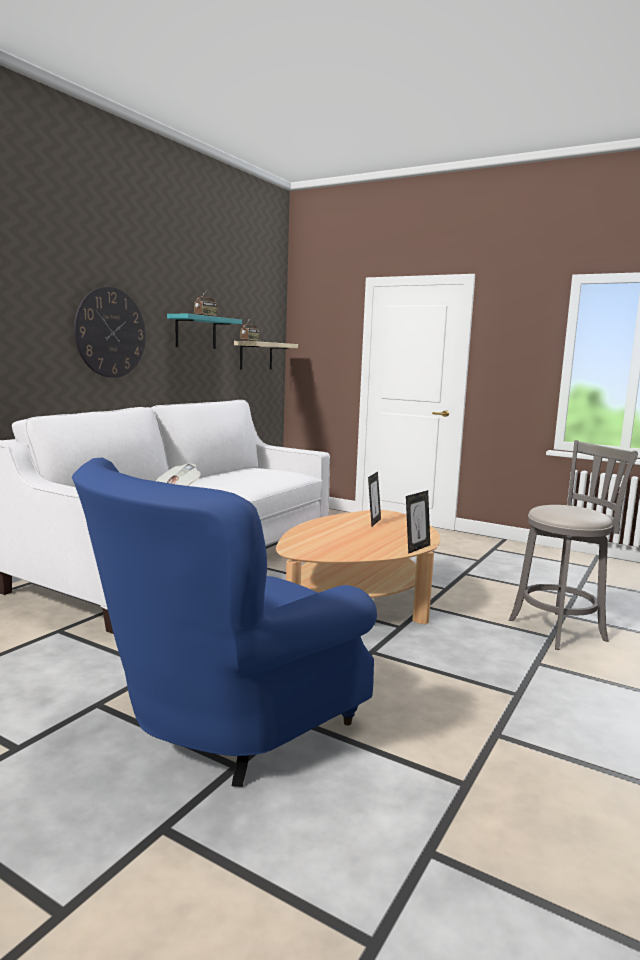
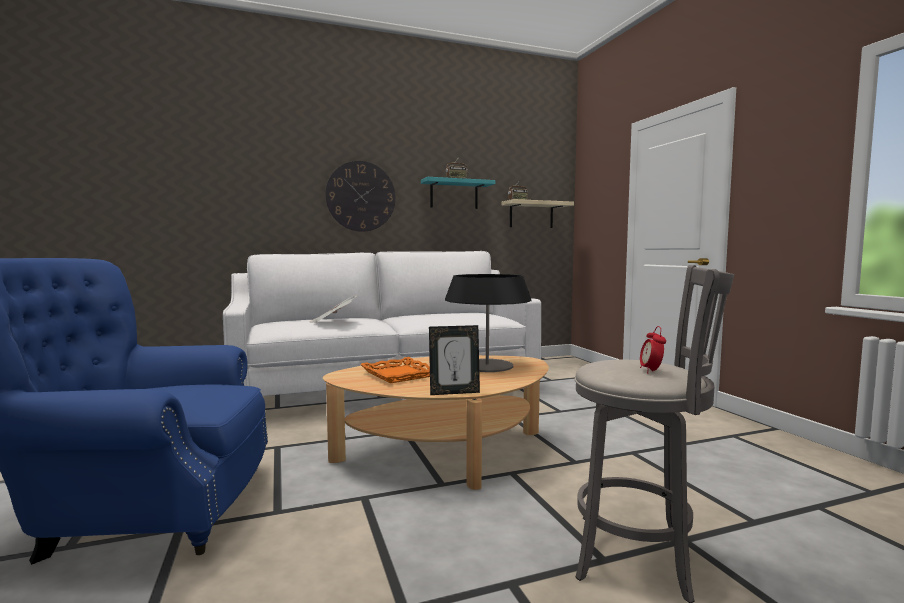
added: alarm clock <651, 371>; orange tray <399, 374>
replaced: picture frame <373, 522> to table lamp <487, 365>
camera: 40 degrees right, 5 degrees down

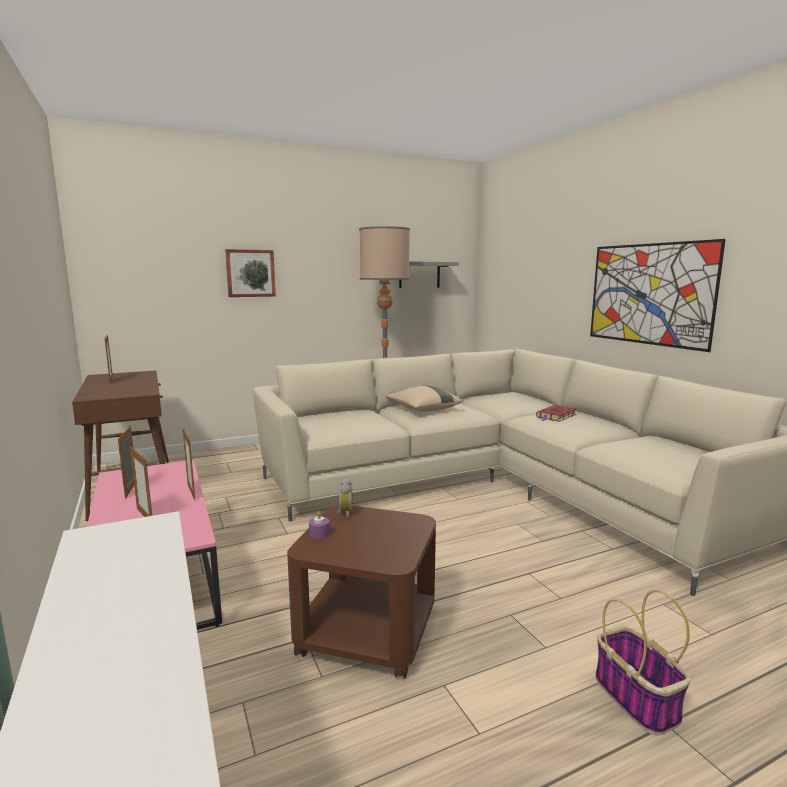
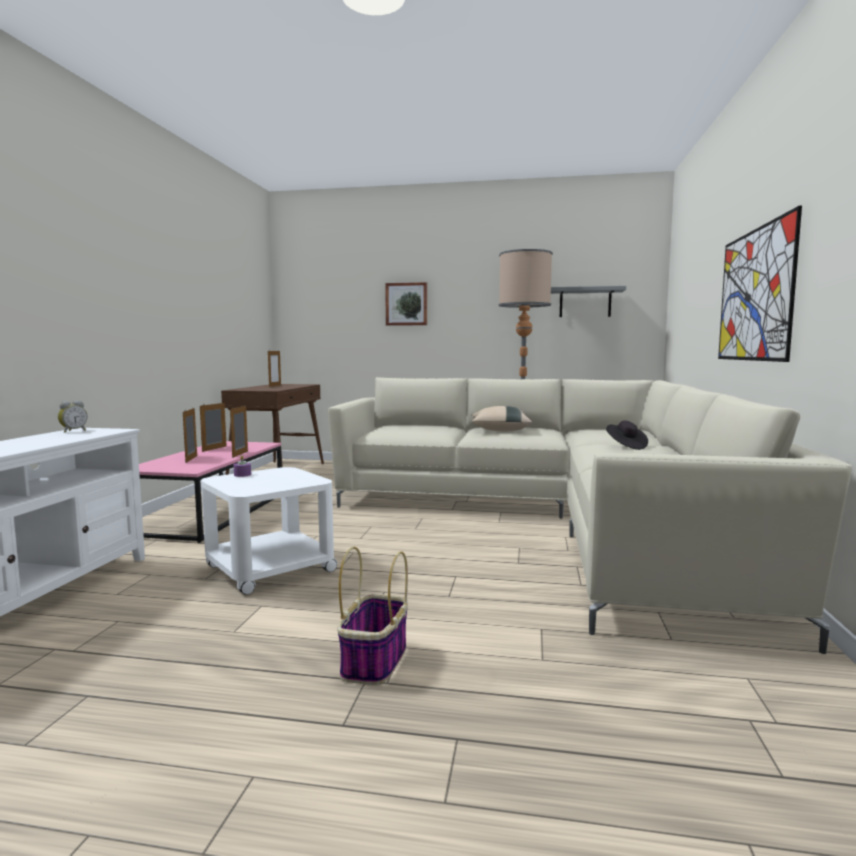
moved: alarm clock <344, 513> to <73, 431>
replaced: red book <556, 416> to black hat <625, 446>
recoloured: brown side table <367, 632> to white side table <269, 569>
camera: 35 degrees right, 5 degrees down

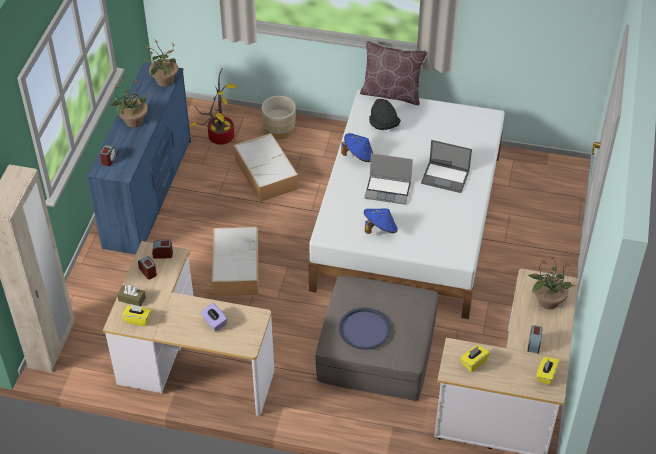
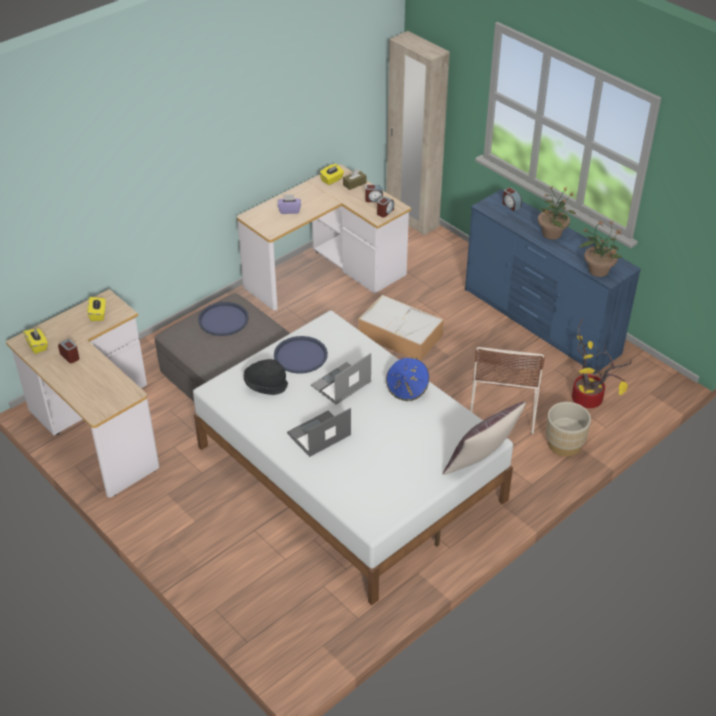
removed: potted plant <548, 301>
moved: black hat <384, 124> to <265, 385>
replaced: storage box <266, 174> to brown chair <503, 405>; blue hat <379, 229> to blue tray <300, 355>
camera: 125 degrees right, 5 degrees down

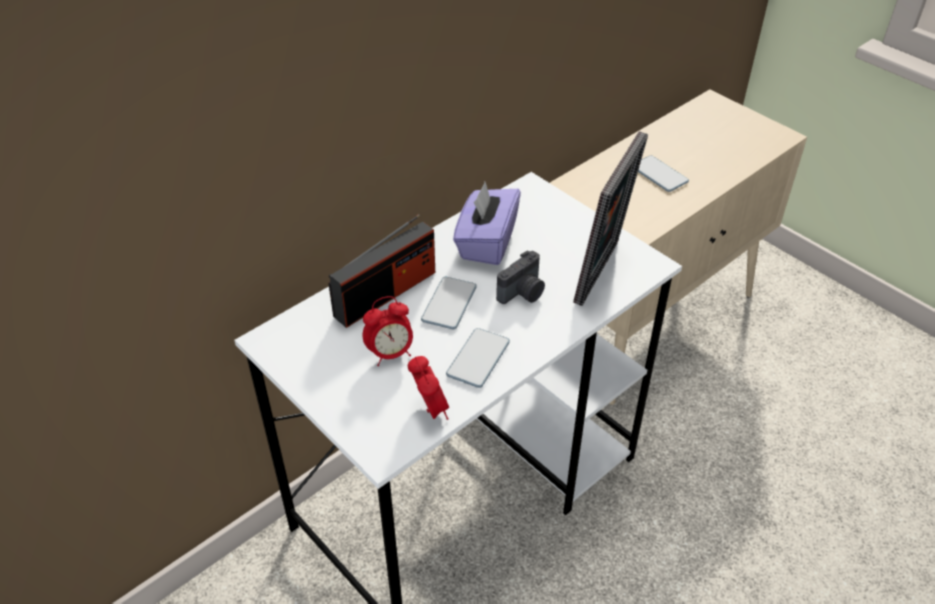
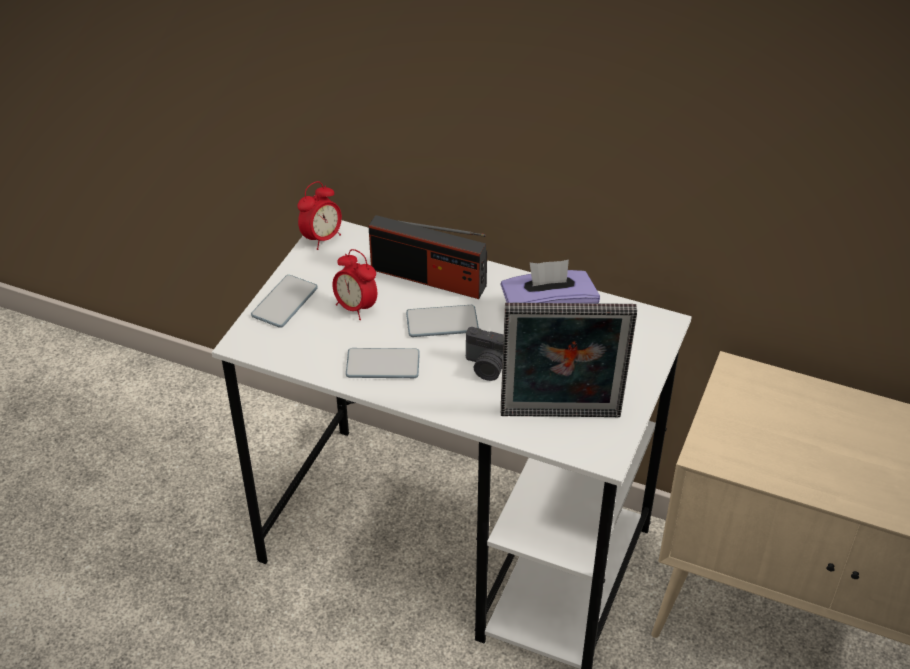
moved: phone <659, 175> to <284, 302>; alarm clock <430, 410> to <322, 238>
camera: 65 degrees right, 0 degrees up

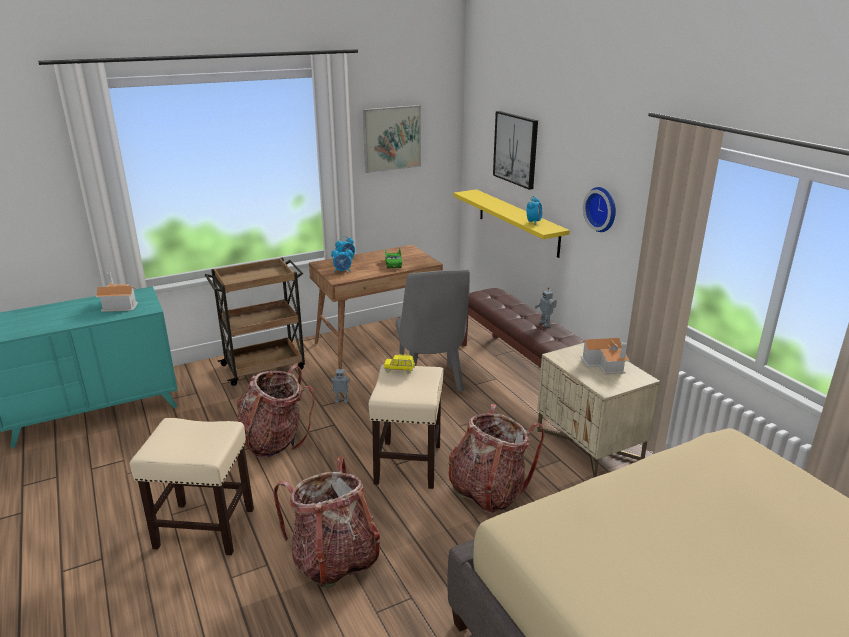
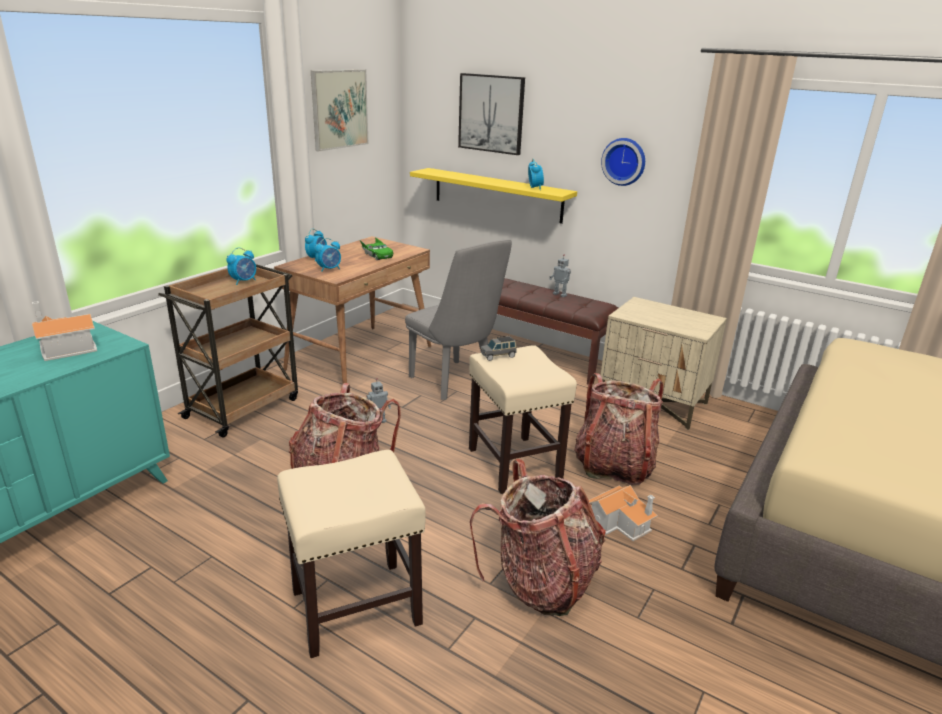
added: alarm clock <244, 281>
moved: toy house <605, 364> to <620, 522>
recoloured: yellow toy car <399, 370> to grey toy car <498, 356>
camera: 30 degrees left, 0 degrees up

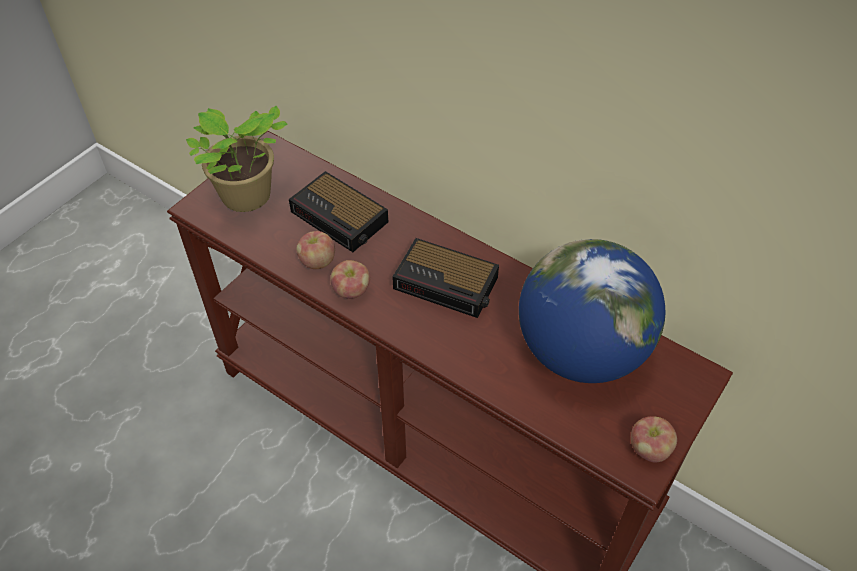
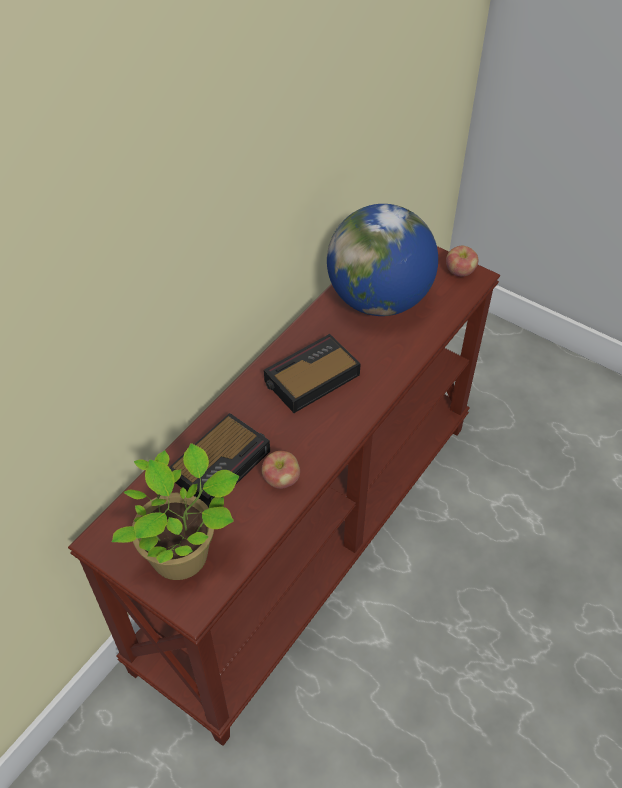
removed: apple <351, 291>
turned: alarm clock <448, 284> = <310, 379> 150 degrees counterclockwise
camera: 90 degrees left, 0 degrees up

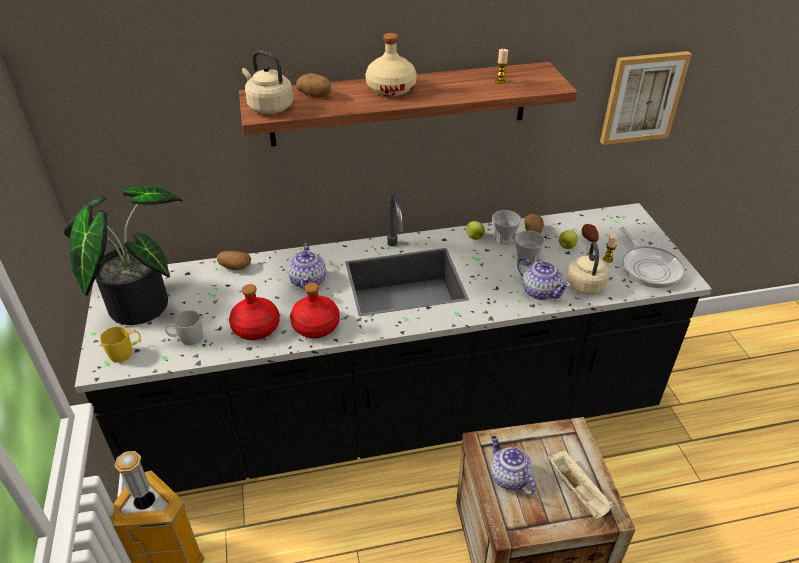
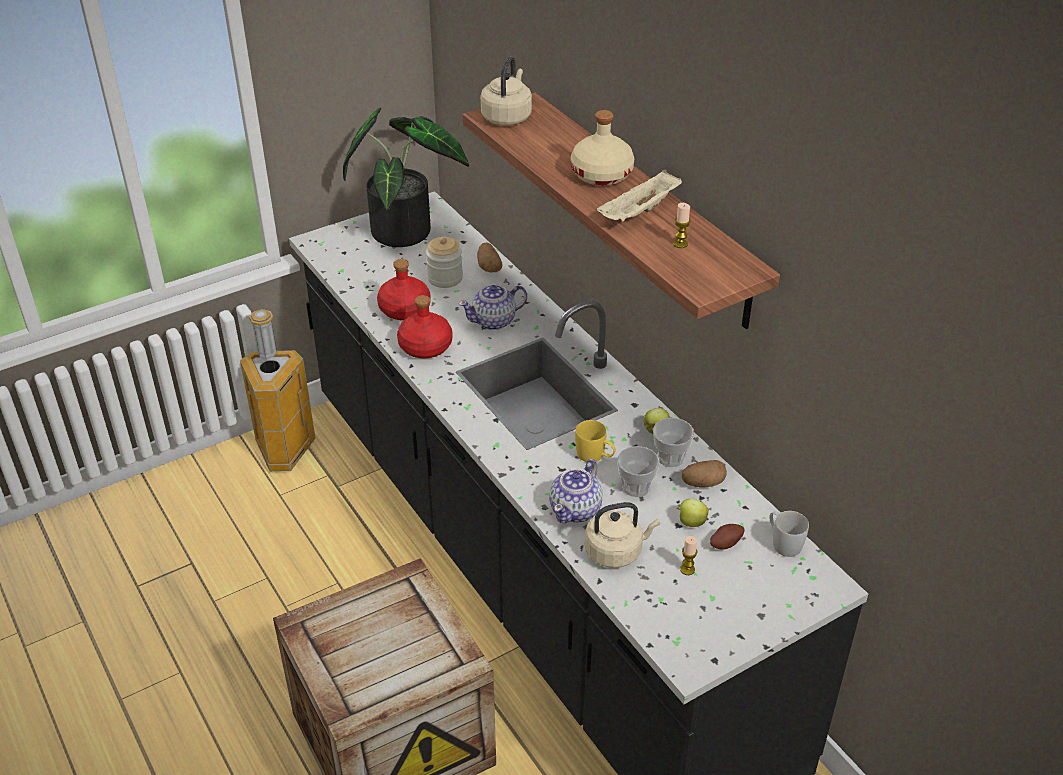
removed: picture <642, 97>; potato <315, 95>; frying pan <649, 268>; teapot <508, 477>
added: jar <445, 278>
moved: white mug <186, 338> to <783, 542>; yellow mug <126, 352> to <595, 456>; beige tray <578, 491> to <639, 212>
camera: 70 degrees right, 0 degrees up

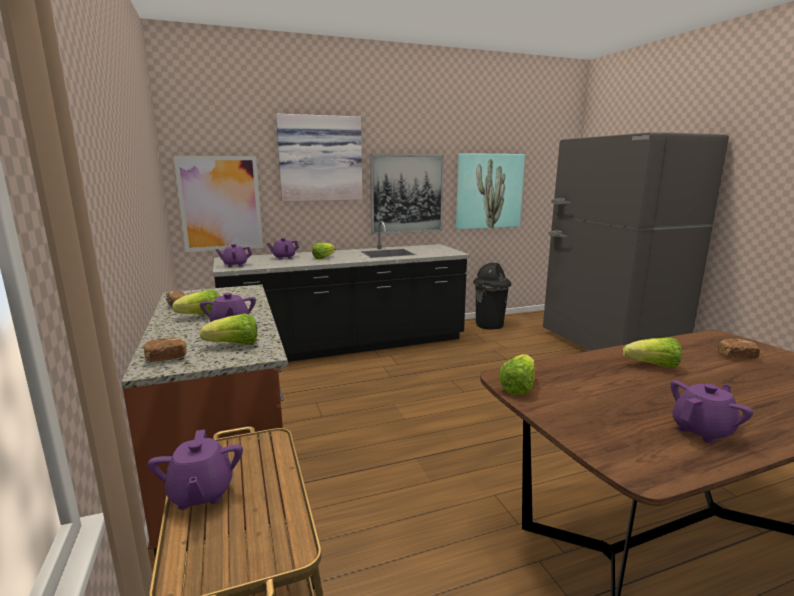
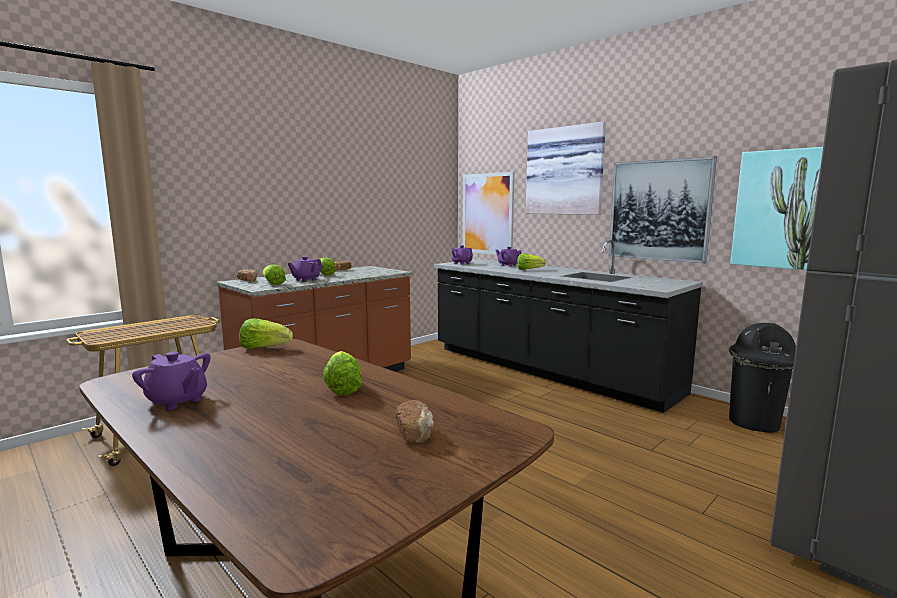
removed: purple teapot <201, 493>
camera: 65 degrees right, 5 degrees down

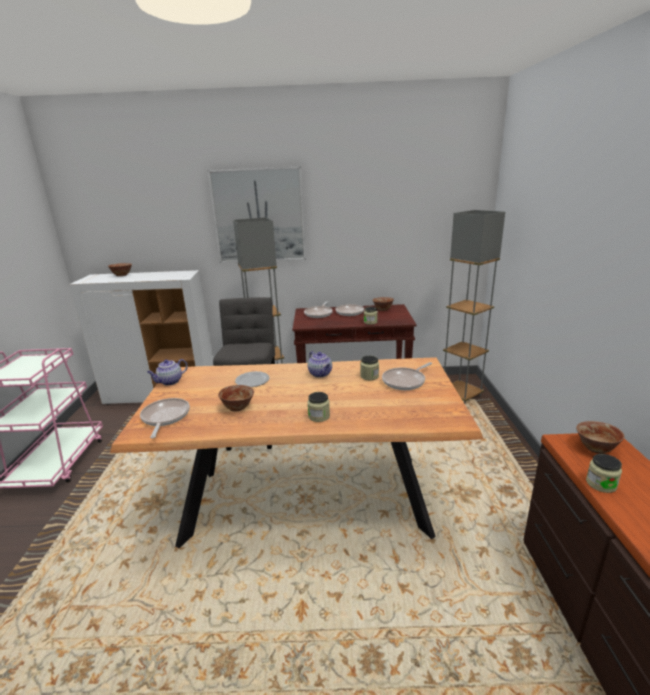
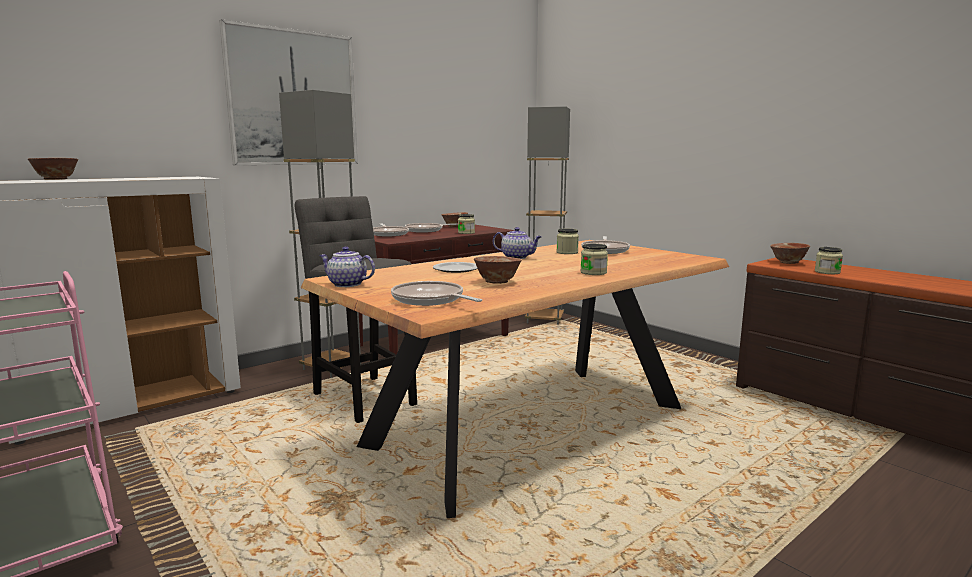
turned: teapot <170, 382> = <346, 284> 105 degrees clockwise
camera: 40 degrees left, 10 degrees down

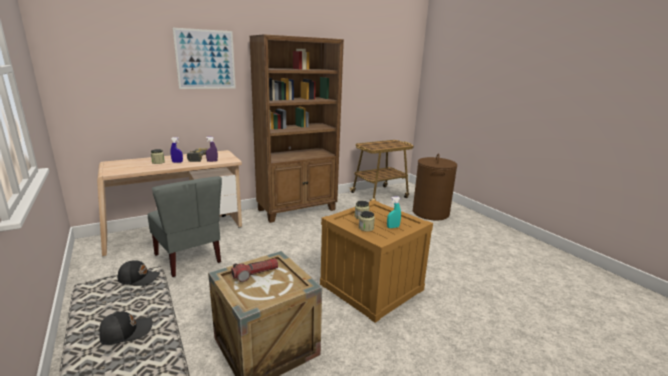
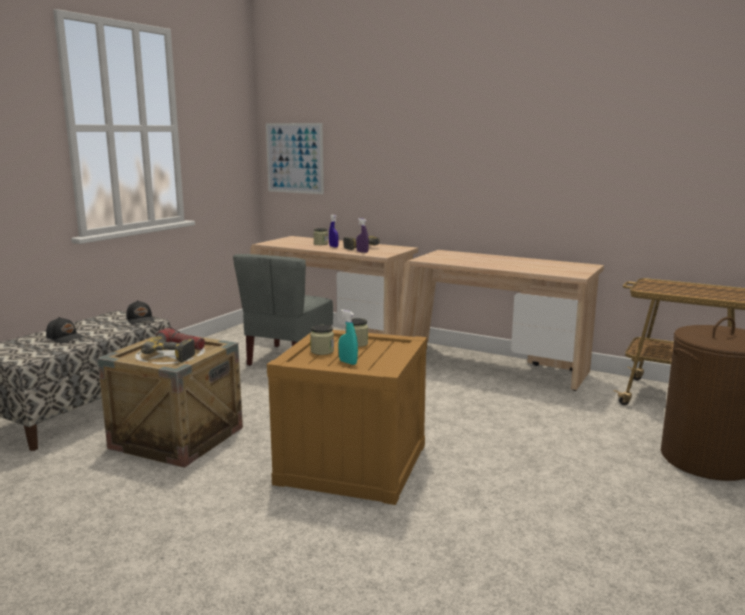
added: power drill <165, 358>
moved: picture <205, 59> to <294, 158>
replaced: brown bookcase <297, 210> to beige desk <492, 366>
camera: 60 degrees right, 5 degrees down

